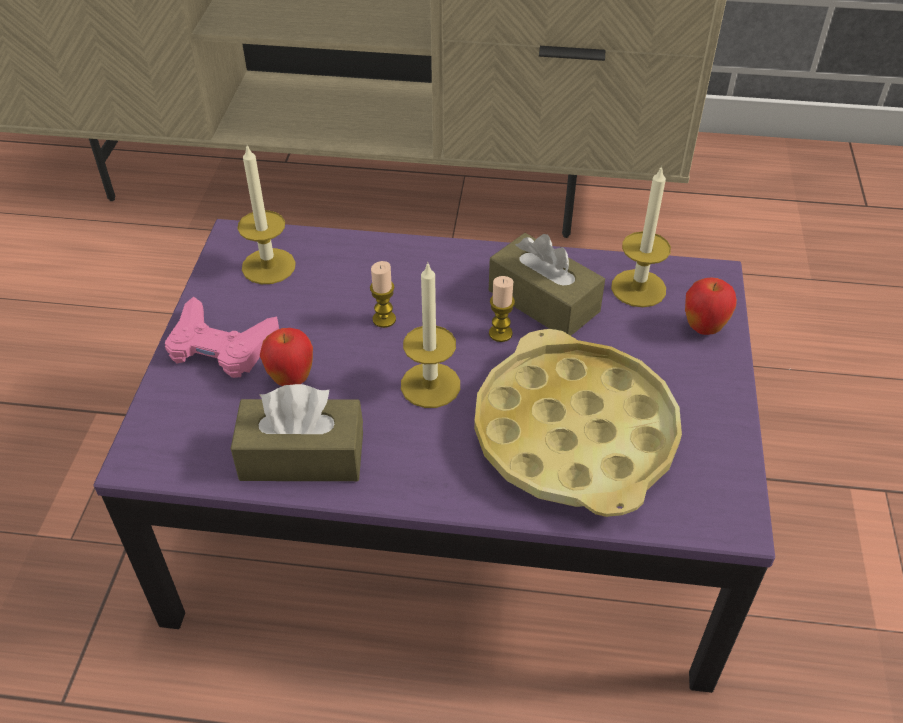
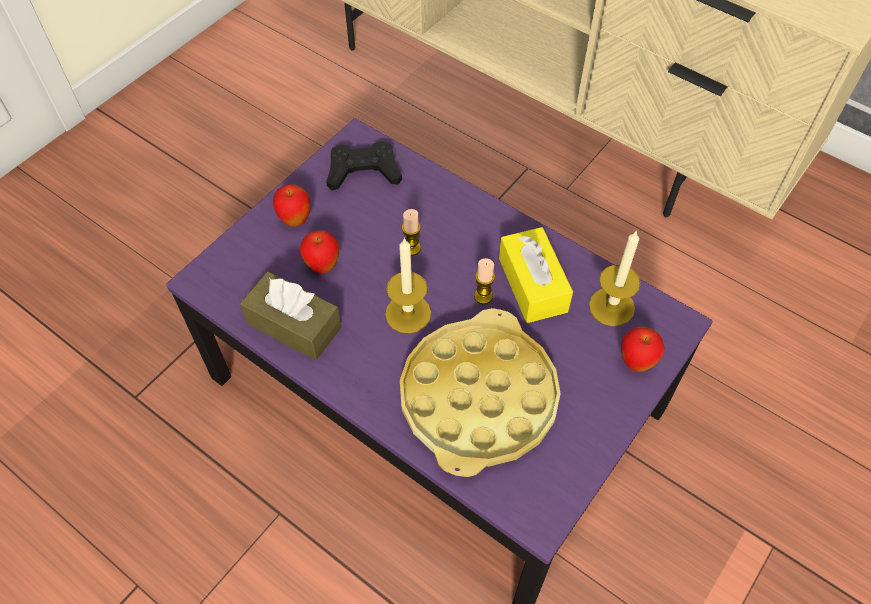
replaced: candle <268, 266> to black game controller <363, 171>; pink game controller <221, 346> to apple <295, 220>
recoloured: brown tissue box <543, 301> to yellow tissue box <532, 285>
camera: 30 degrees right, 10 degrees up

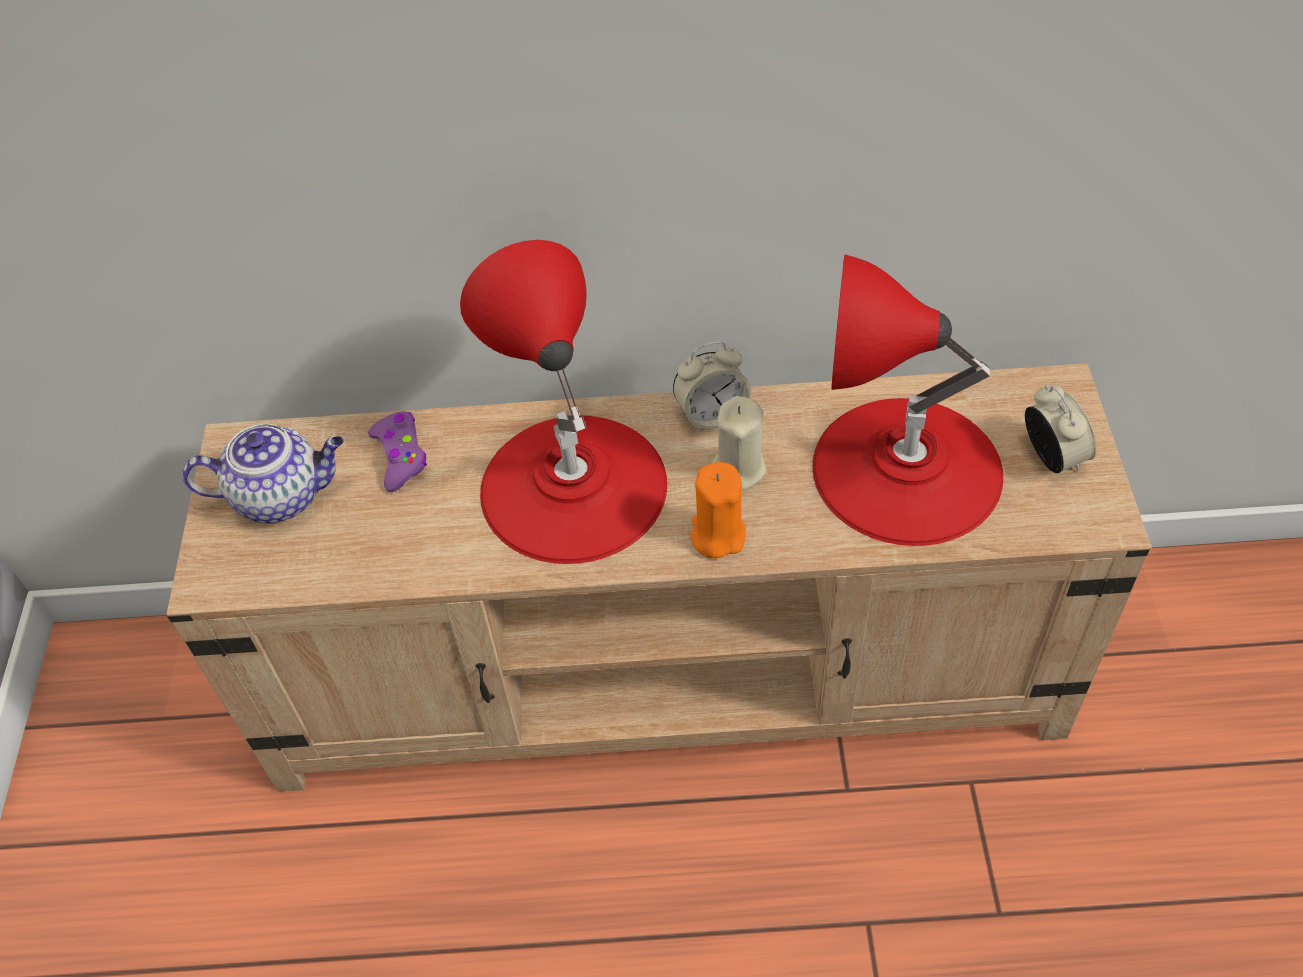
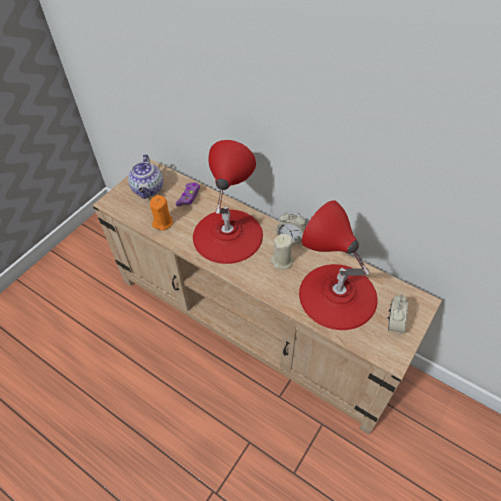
moved: orange candle <717, 535> to <163, 222>
turned: teapot <282, 496> = <148, 189> 60 degrees clockwise
camera: 35 degrees right, 0 degrees up

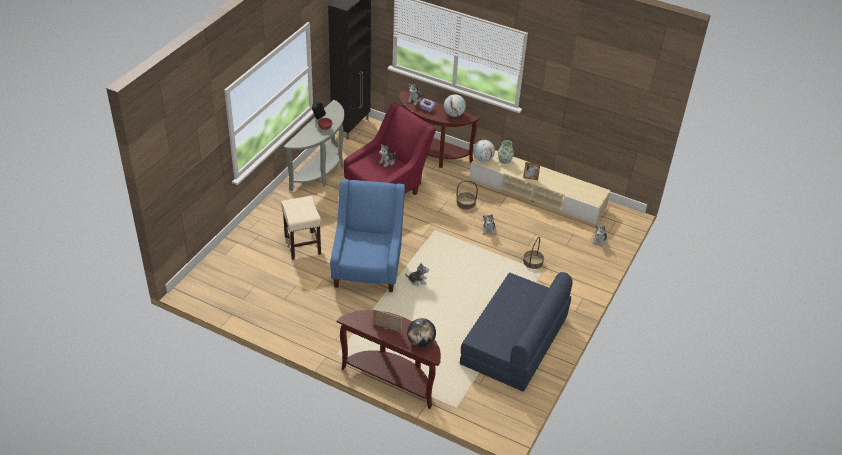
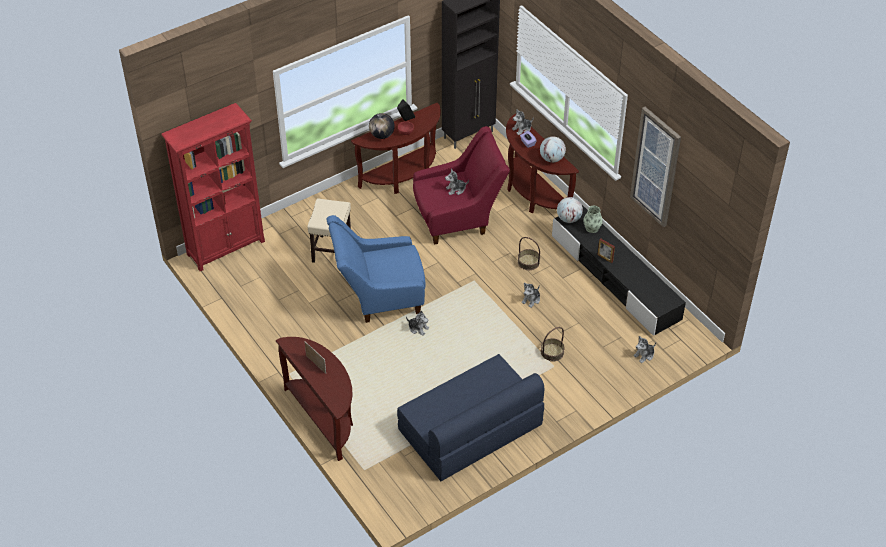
added: red bookcase <226, 247>; picture <656, 167>
moved: globe <421, 342> to <382, 135>
recoloured: grey console table <321, 171> to brown console table <403, 176>; beige tv stand <537, 194> to black tv stand <615, 278>
turned: blue armchair <367, 267> = <379, 296> 135 degrees counterclockwise
camera: 30 degrees right, 5 degrees up

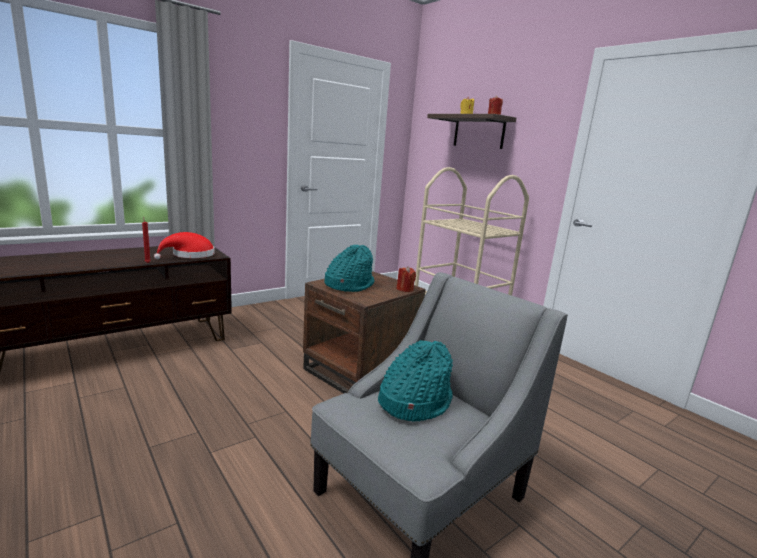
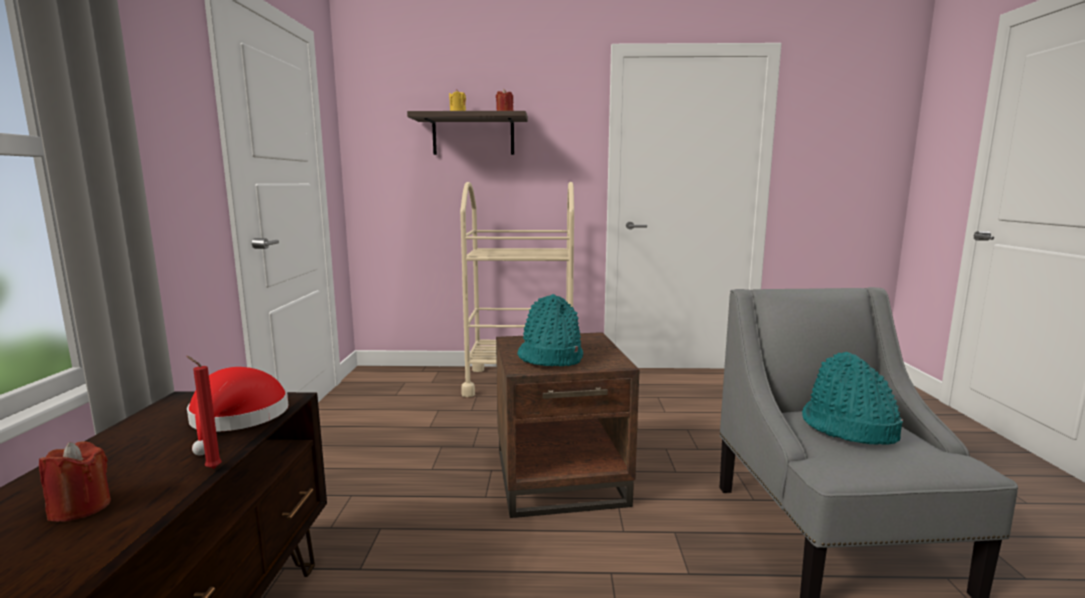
moved: red candle <405, 289> to <80, 508>
camera: 50 degrees left, 5 degrees down

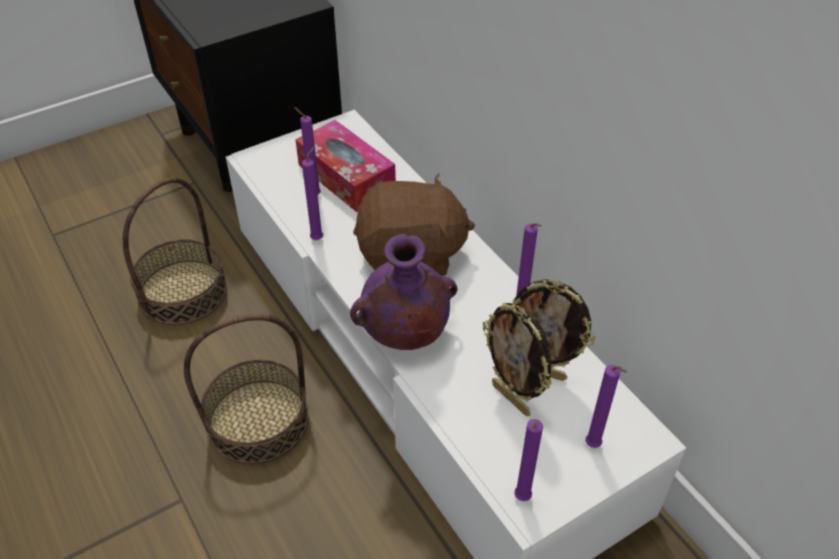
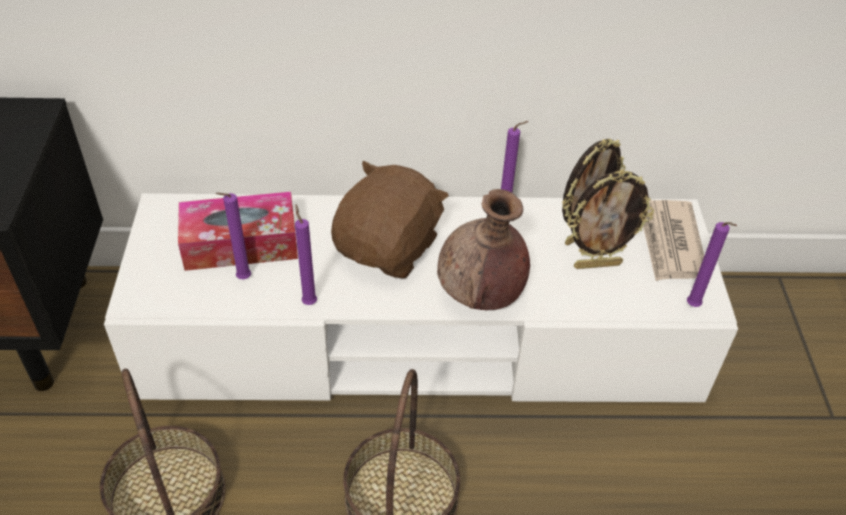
replaced: purple candle <594, 446> to newspaper <670, 243>
recoloured: purple vase <404, 333> to brown vase <480, 296>
camera: 60 degrees left, 0 degrees up

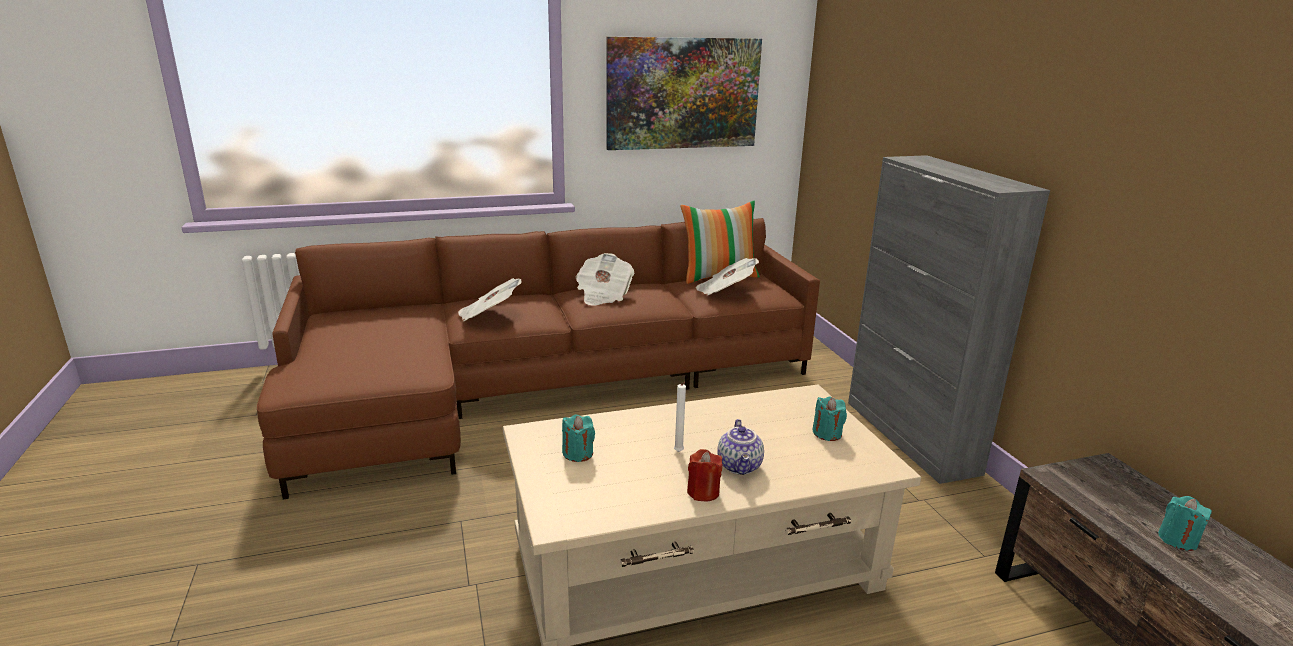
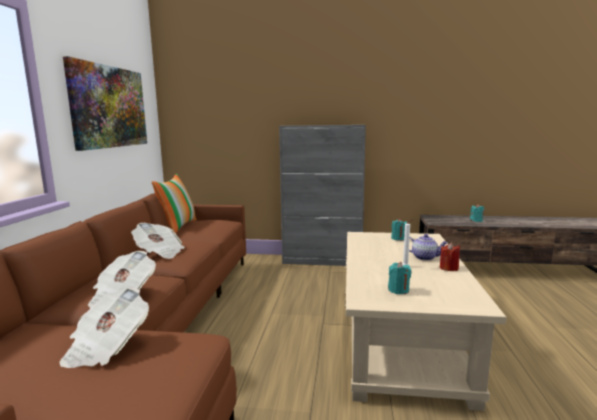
moved: newspaper <725, 291> to <107, 347>
camera: 65 degrees left, 10 degrees down

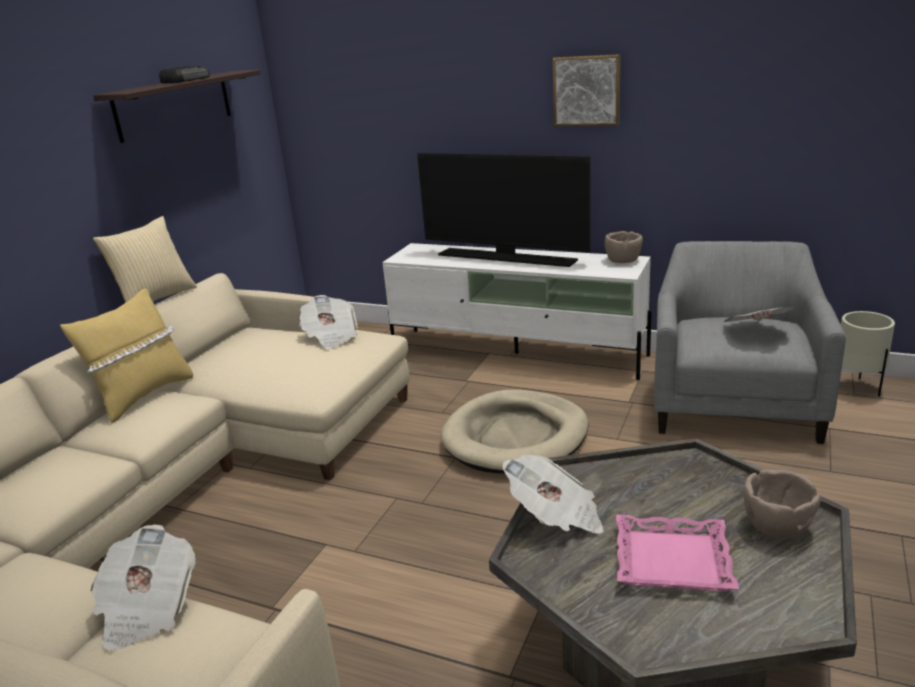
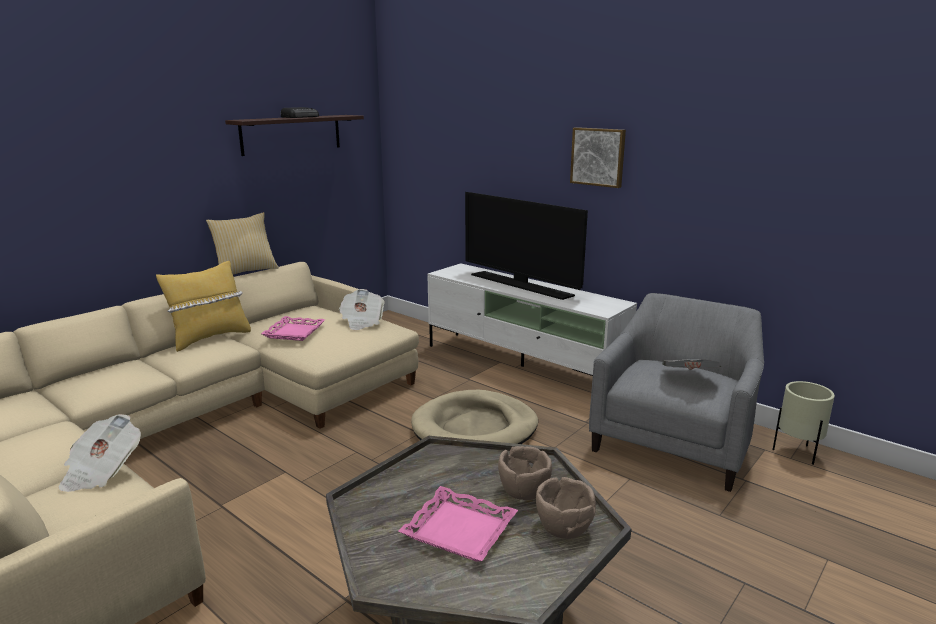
removed: newspaper <555, 516>
added: pink tray <294, 332>
moved: brown bowl <623, 261> to <524, 492>
camera: 15 degrees right, 5 degrees down

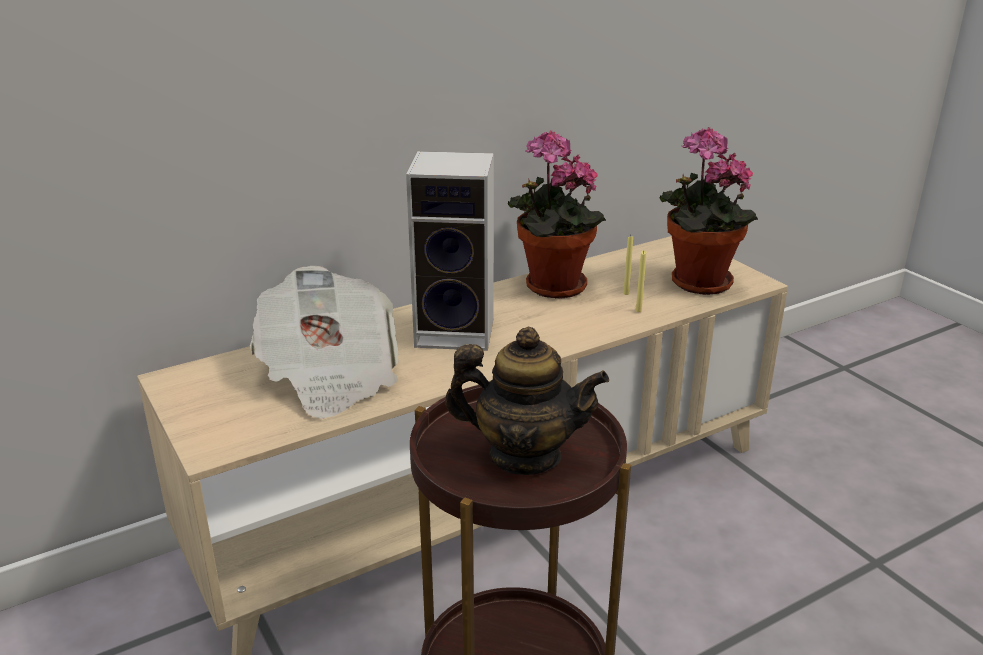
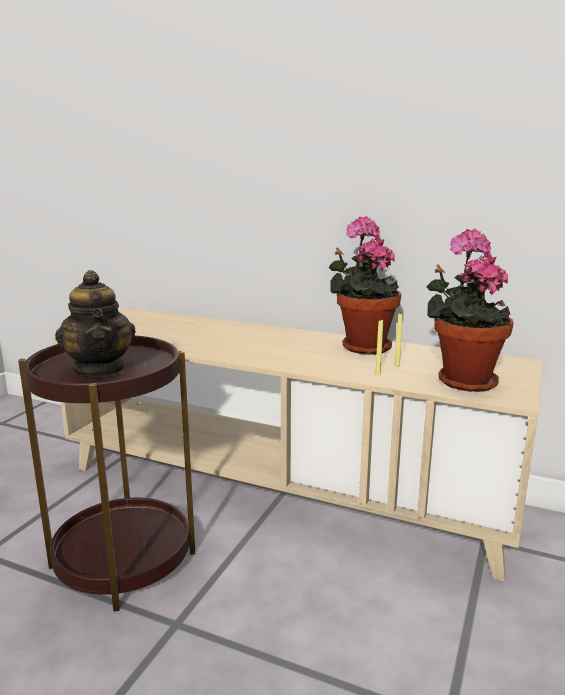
removed: speaker <458, 332>; newspaper <329, 375>
camera: 55 degrees right, 10 degrees down

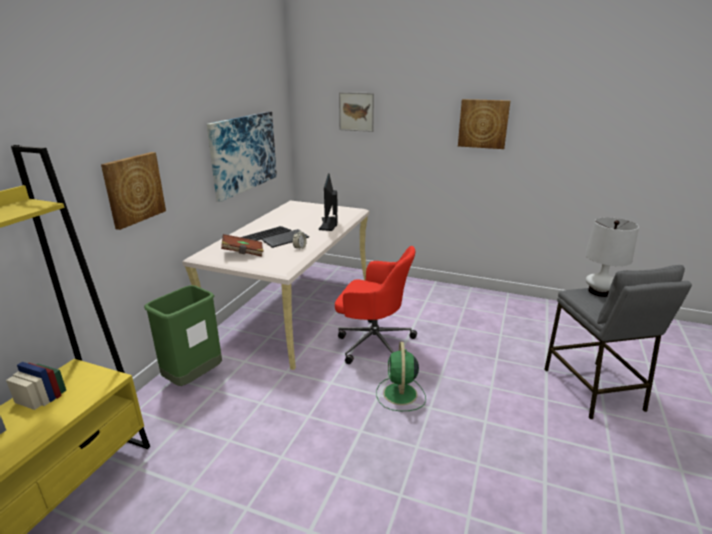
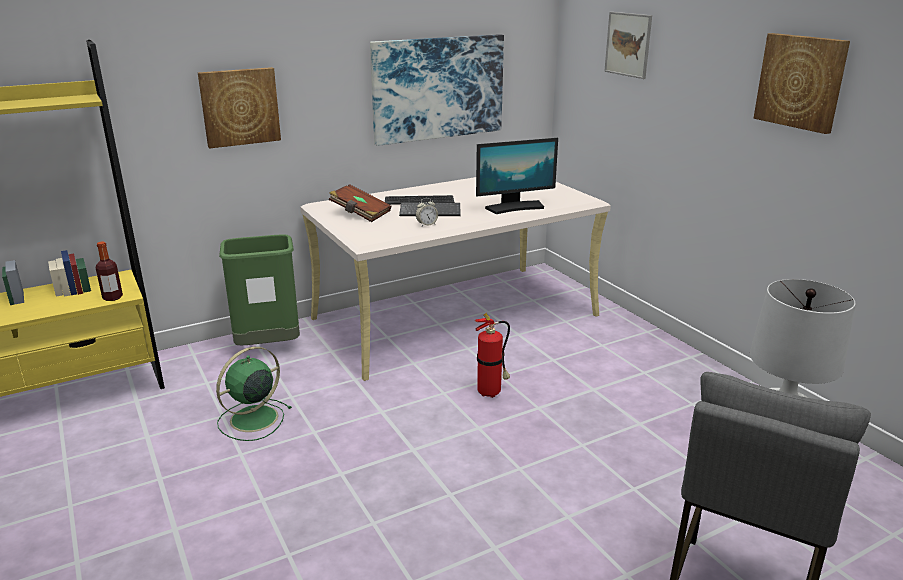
added: bottle <112, 298>
moved: green fan <400, 395> to <252, 419>
replaced: red office chair <373, 343> to fire extinguisher <491, 392>
turned: monitor <329, 224> = <515, 207> 150 degrees counterclockwise
camera: 40 degrees right, 0 degrees up

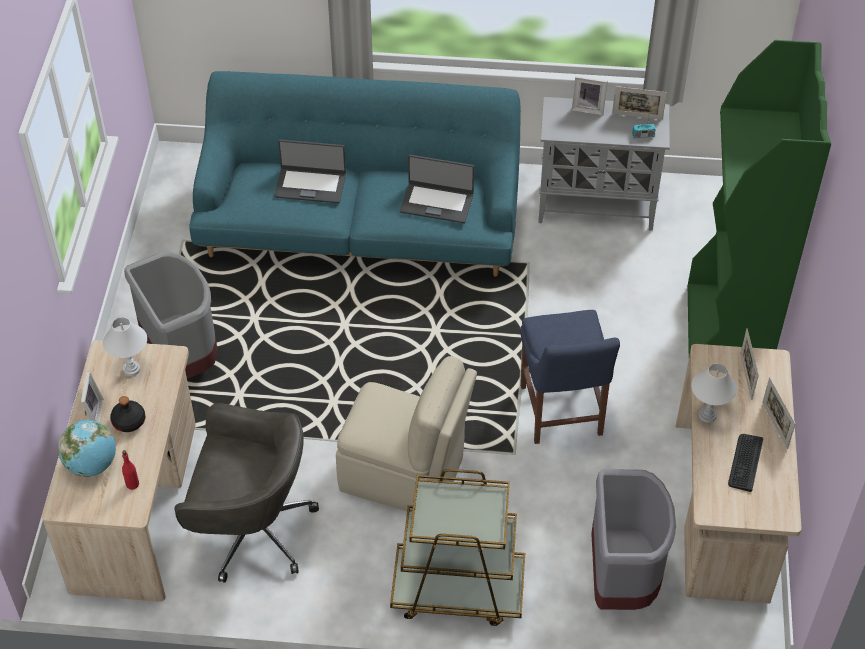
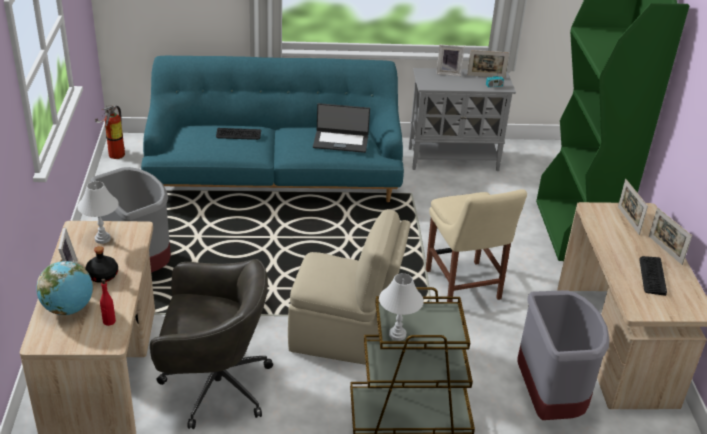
added: fire extinguisher <114, 155>
moved: white table lamp <707, 416> to <397, 335>
replaced: laptop <310, 185> to keyboard <238, 134>
recoloured: blue chair <561, 414> to beige chair <464, 287>
camera: 10 degrees left, 15 degrees down

